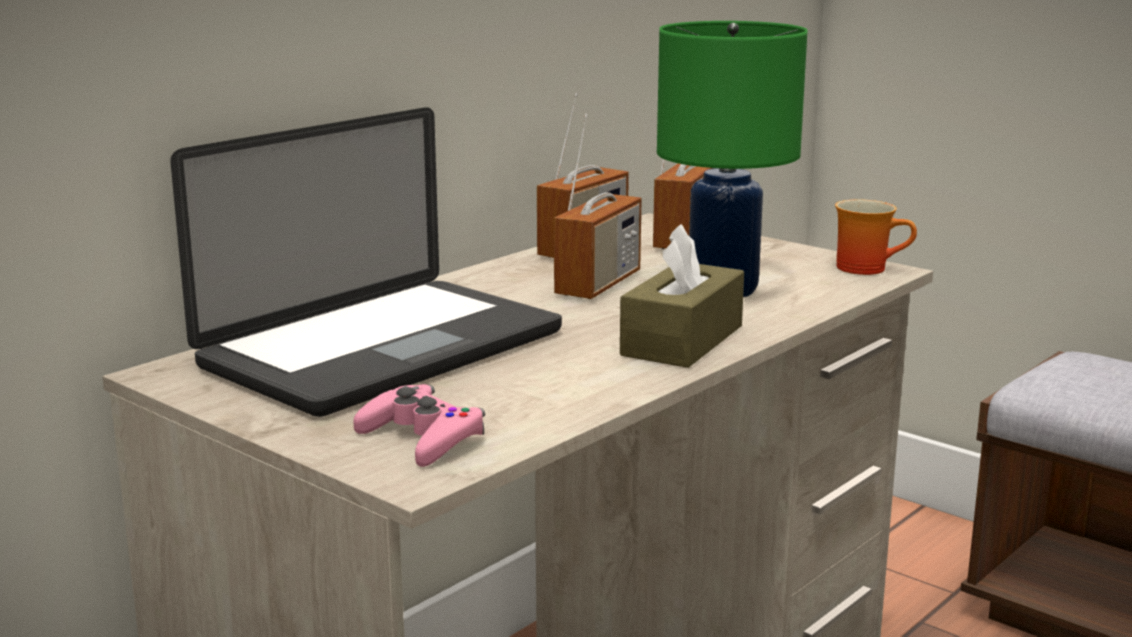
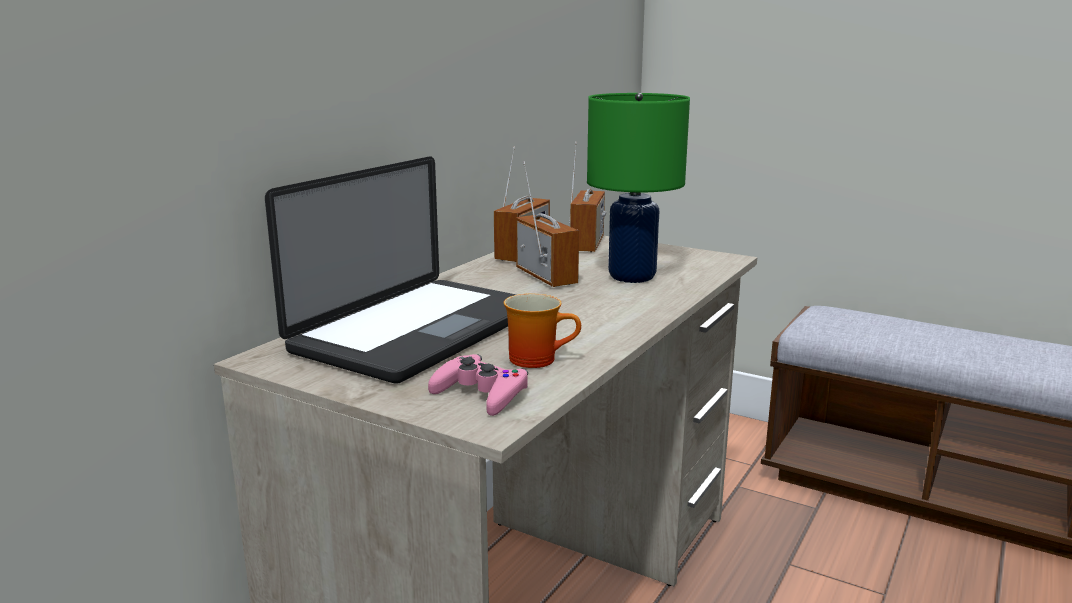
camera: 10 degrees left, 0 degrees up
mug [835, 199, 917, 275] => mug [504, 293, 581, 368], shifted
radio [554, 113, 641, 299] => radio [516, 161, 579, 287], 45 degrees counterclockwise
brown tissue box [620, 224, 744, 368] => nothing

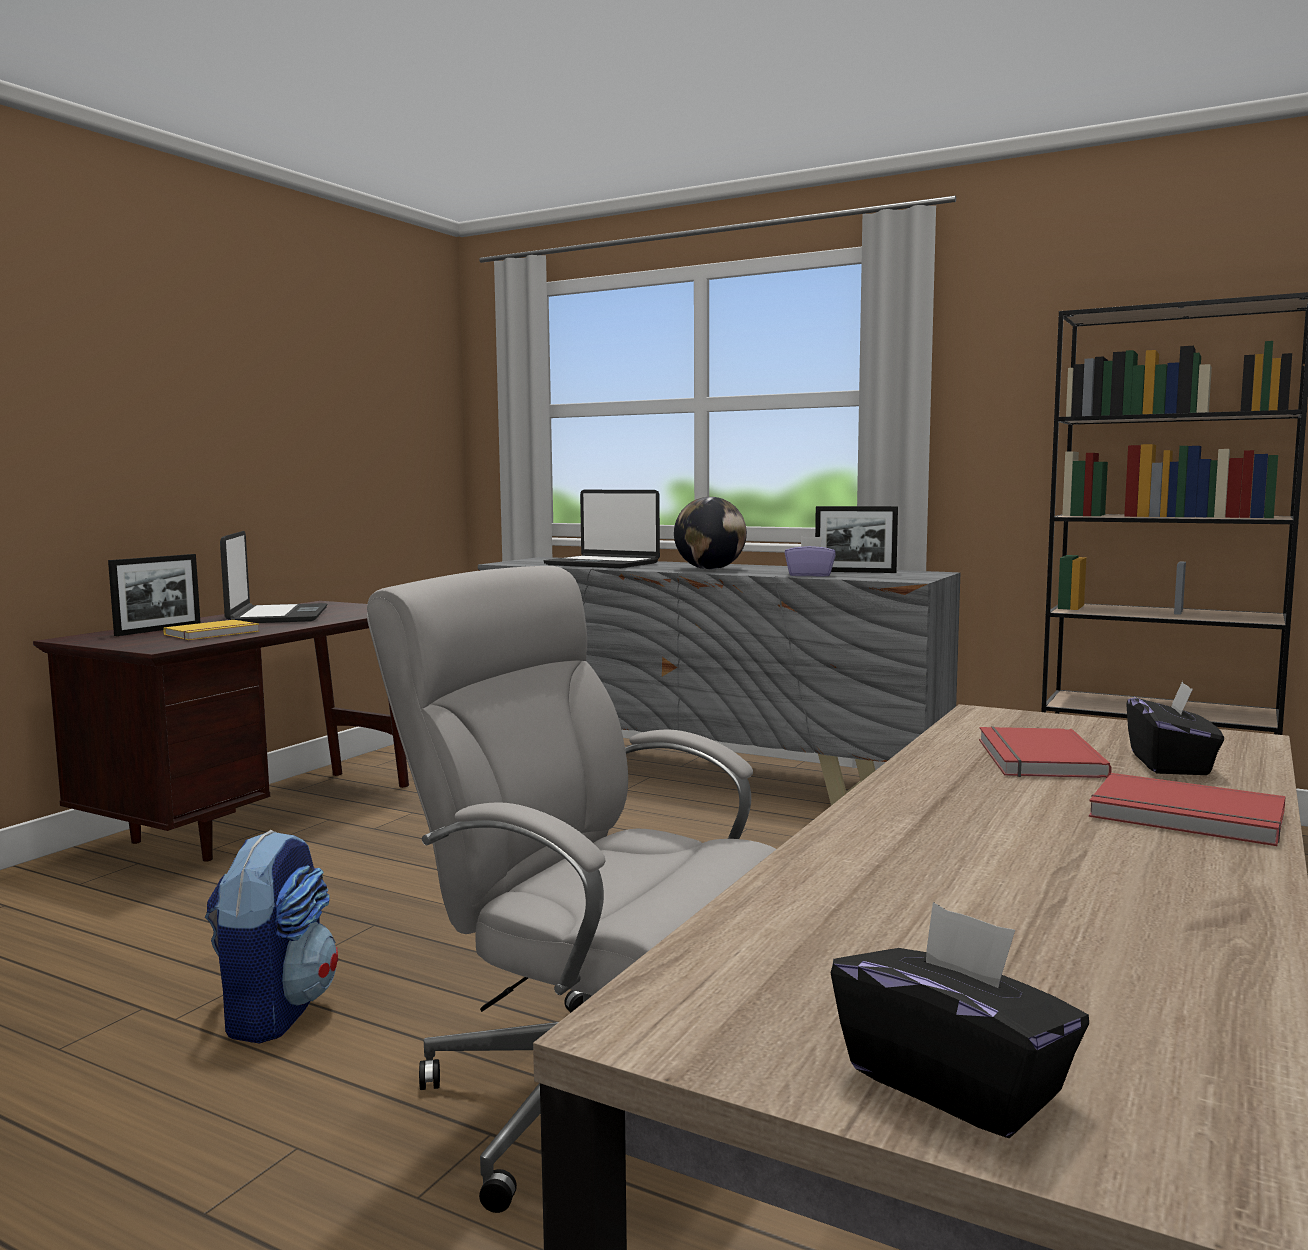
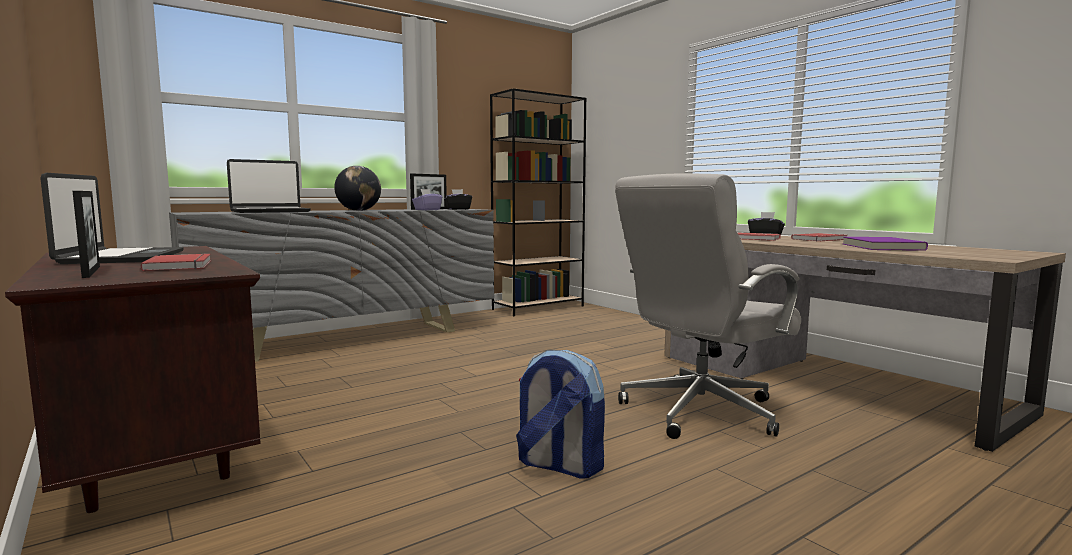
camera: 65 degrees left, 0 degrees up
laptop [220, 531, 327, 623] => laptop [40, 173, 184, 264], 60 degrees clockwise
yellow book [163, 620, 259, 640] => red book [141, 253, 211, 271]
black tissue box [831, 902, 1089, 1138] => black tissue box [444, 189, 472, 210], shifted
nothing => purple book [843, 237, 928, 251]

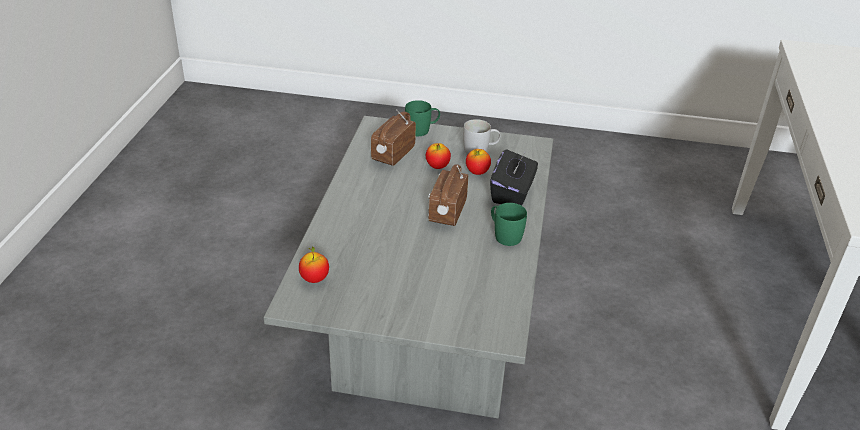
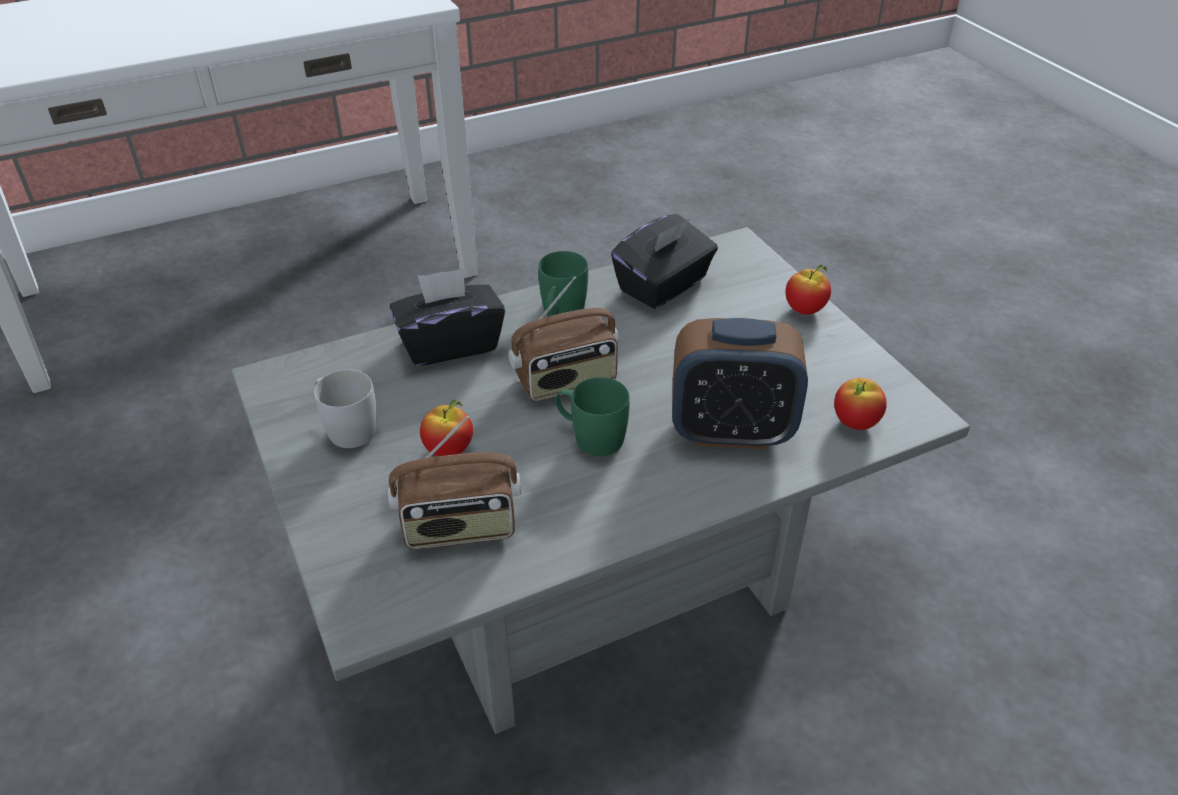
camera: 125 degrees left, 5 degrees up
green mug [405, 100, 440, 136] => green mug [555, 377, 630, 456], shifted
nothing => black tissue box [611, 214, 718, 309]
nothing => alarm clock [672, 318, 808, 449]
apple [466, 149, 491, 175] => apple [786, 265, 831, 315], shifted

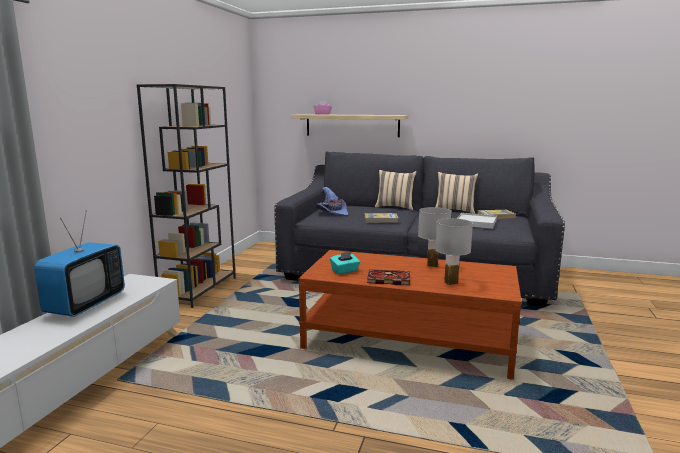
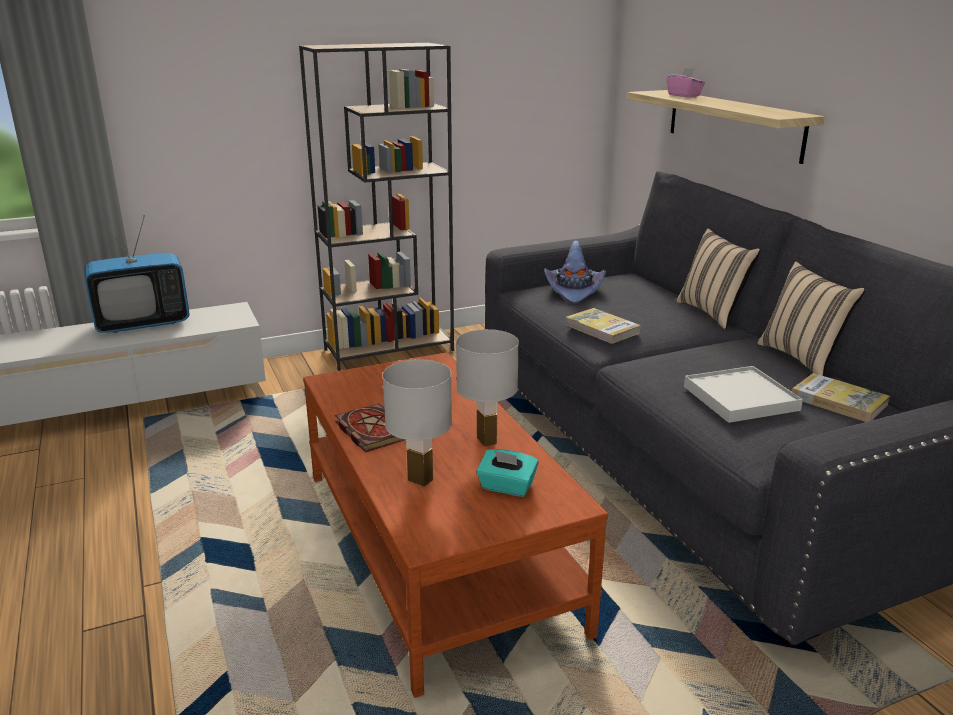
camera: 50 degrees right, 10 degrees up
turquoise tissue box [330, 252, 360, 274] => turquoise tissue box [477, 449, 539, 497], shifted

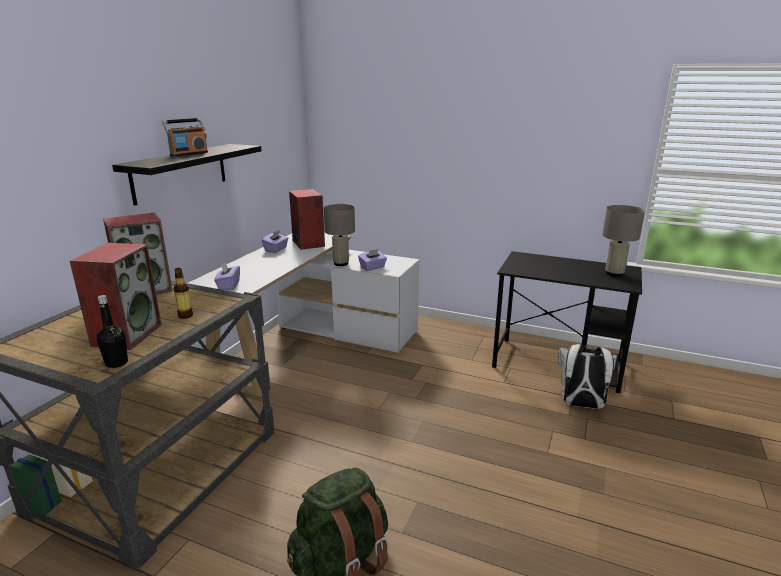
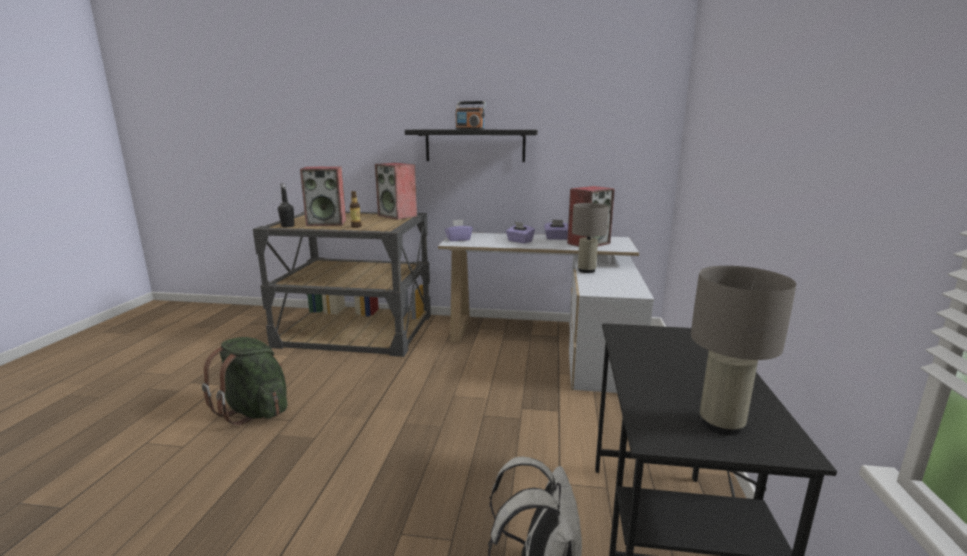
camera: 75 degrees right, 5 degrees down
purple tissue box [358, 249, 387, 271] => purple tissue box [506, 221, 535, 244], shifted

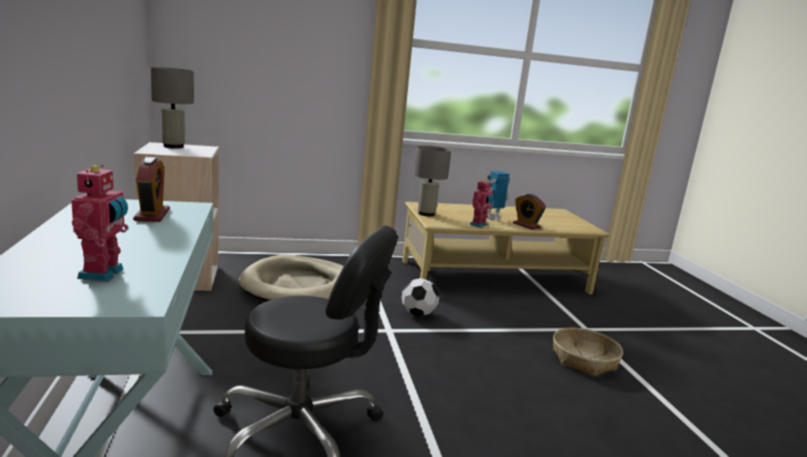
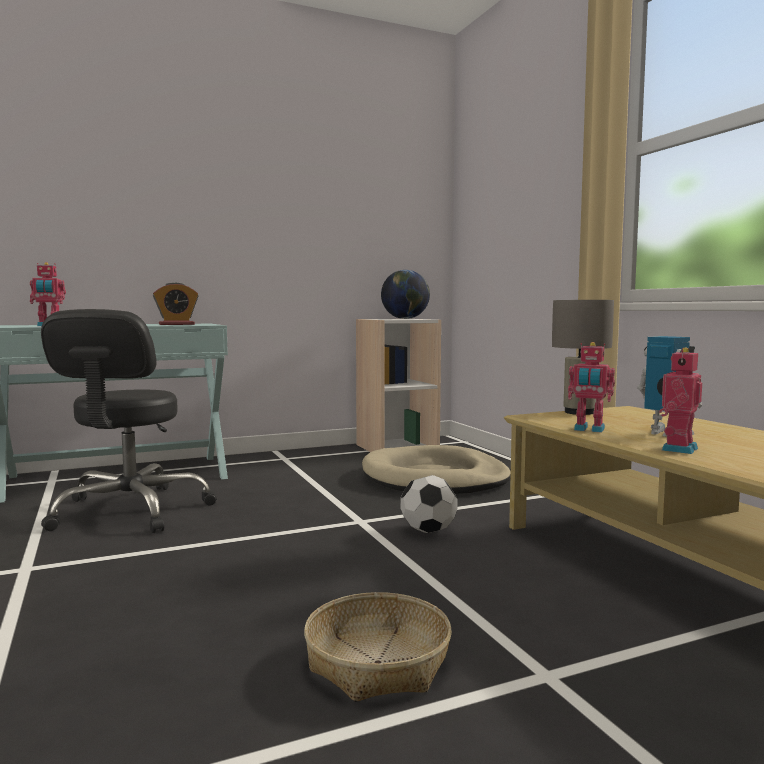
camera: 80 degrees right, 10 degrees down
grey table lamp [151, 67, 194, 149] => globe [381, 270, 430, 319]
alarm clock [513, 194, 546, 230] => toy robot [657, 347, 702, 454]

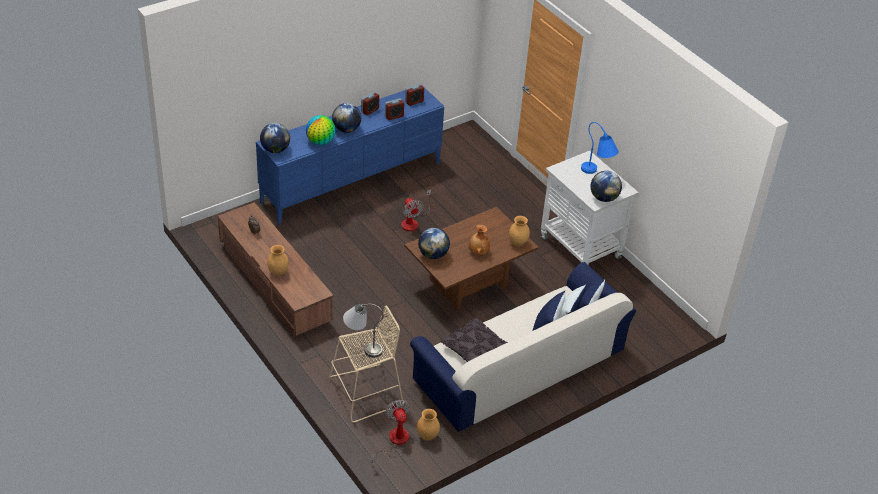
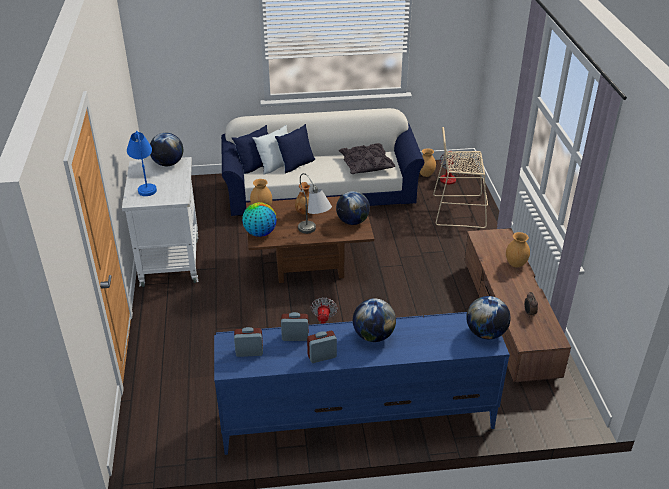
camera: 150 degrees left, 5 degrees down
globe [306, 115, 336, 145] => globe [242, 202, 277, 237], shifted
grey table lamp [343, 304, 383, 358] => grey table lamp [298, 173, 332, 234], shifted

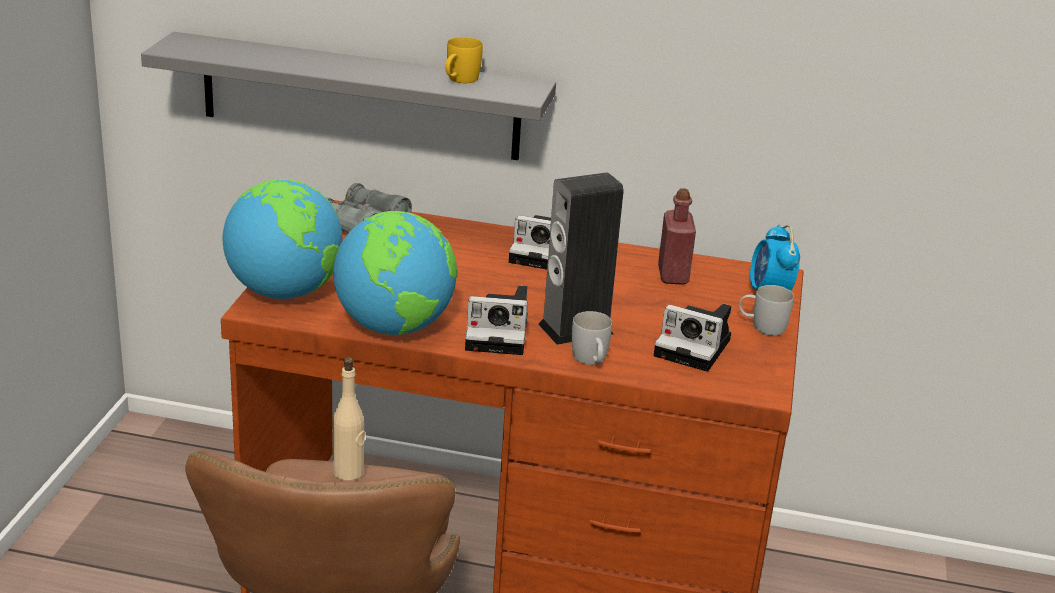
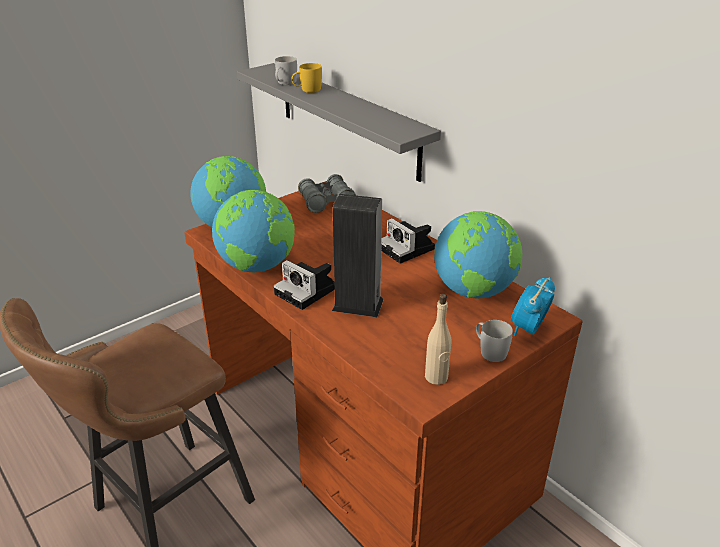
camera: 40 degrees right, 5 degrees up
white mug [572, 311, 612, 365] => white mug [275, 56, 297, 85], shifted
yellow mug [445, 37, 483, 84] => yellow mug [291, 63, 322, 93], shifted
beige bottle [333, 357, 366, 481] => beige bottle [425, 294, 451, 385], shifted
red bottle [658, 188, 696, 285] => globe [434, 211, 522, 298]
photo camera [654, 304, 731, 372] => nothing

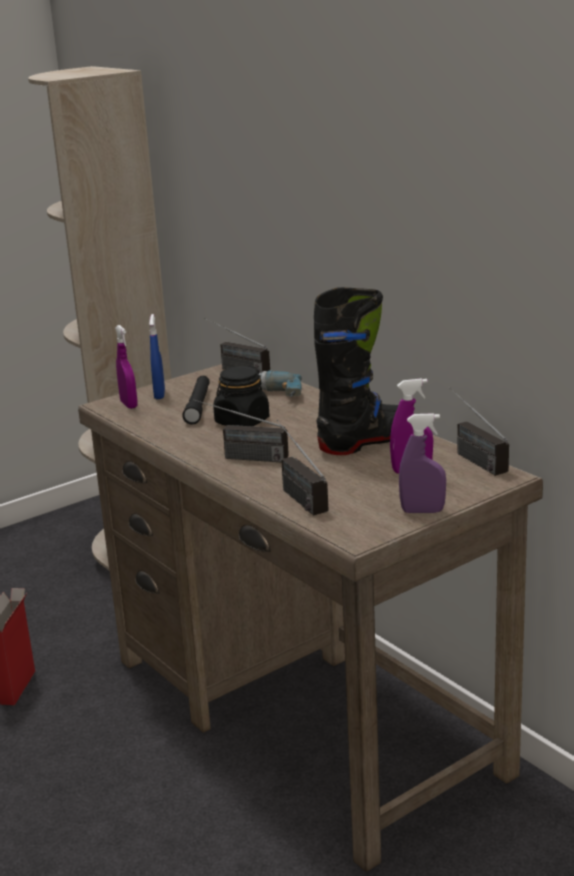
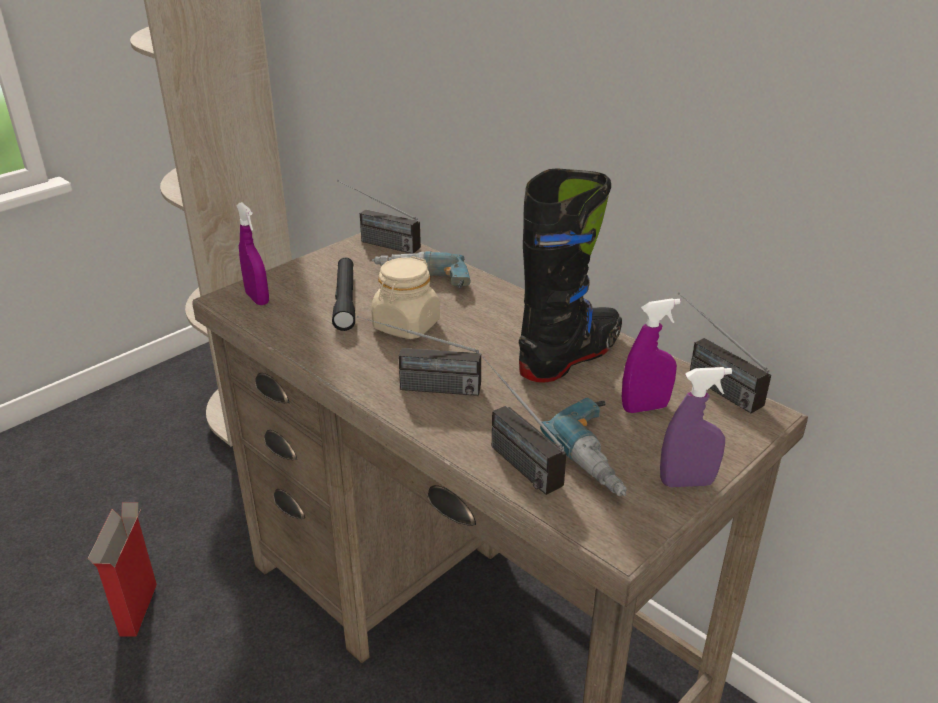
camera: 10 degrees left, 10 degrees up
black jar [213, 366, 270, 426] => beige jar [371, 256, 440, 339]
nothing => power drill [540, 397, 627, 496]
blue spray bottle [149, 314, 165, 399] => nothing

